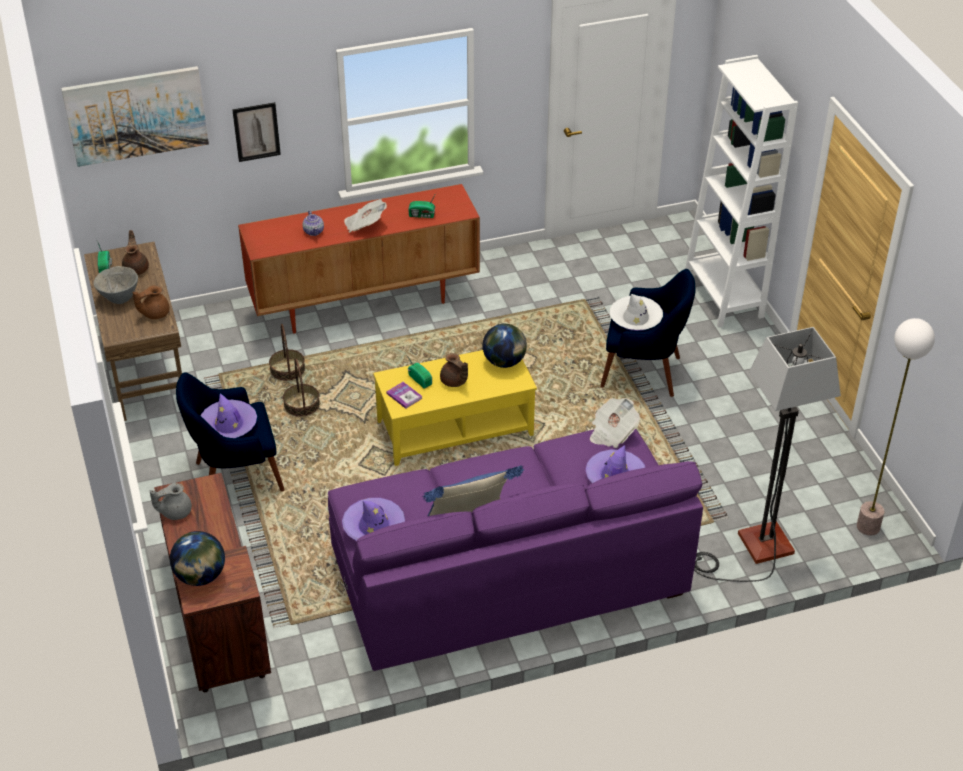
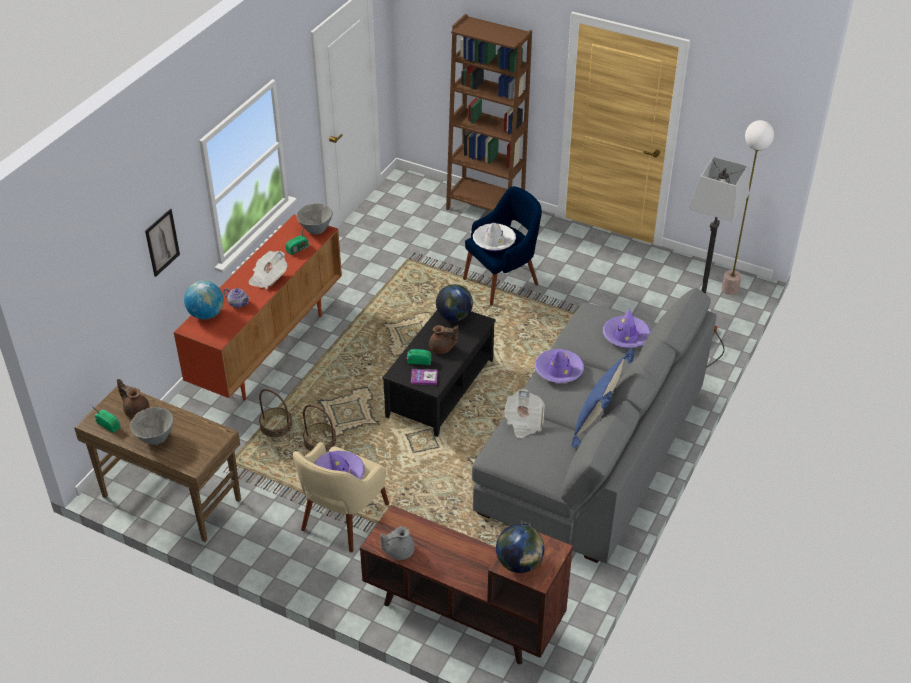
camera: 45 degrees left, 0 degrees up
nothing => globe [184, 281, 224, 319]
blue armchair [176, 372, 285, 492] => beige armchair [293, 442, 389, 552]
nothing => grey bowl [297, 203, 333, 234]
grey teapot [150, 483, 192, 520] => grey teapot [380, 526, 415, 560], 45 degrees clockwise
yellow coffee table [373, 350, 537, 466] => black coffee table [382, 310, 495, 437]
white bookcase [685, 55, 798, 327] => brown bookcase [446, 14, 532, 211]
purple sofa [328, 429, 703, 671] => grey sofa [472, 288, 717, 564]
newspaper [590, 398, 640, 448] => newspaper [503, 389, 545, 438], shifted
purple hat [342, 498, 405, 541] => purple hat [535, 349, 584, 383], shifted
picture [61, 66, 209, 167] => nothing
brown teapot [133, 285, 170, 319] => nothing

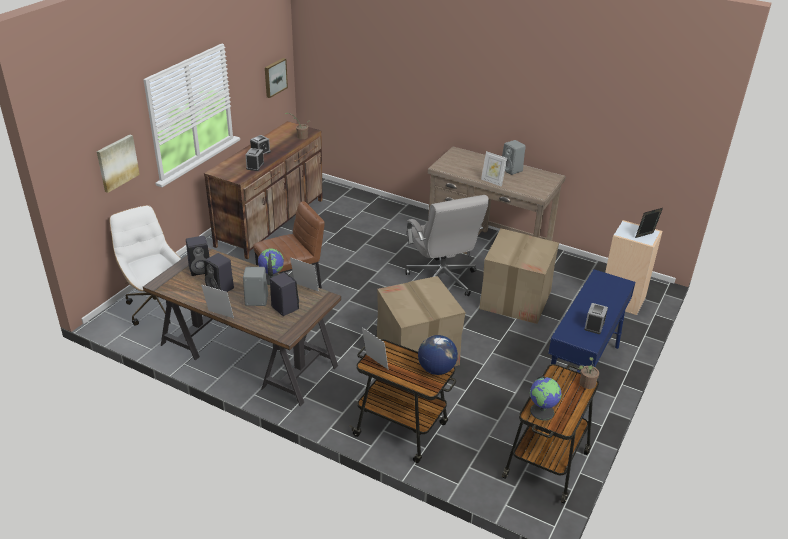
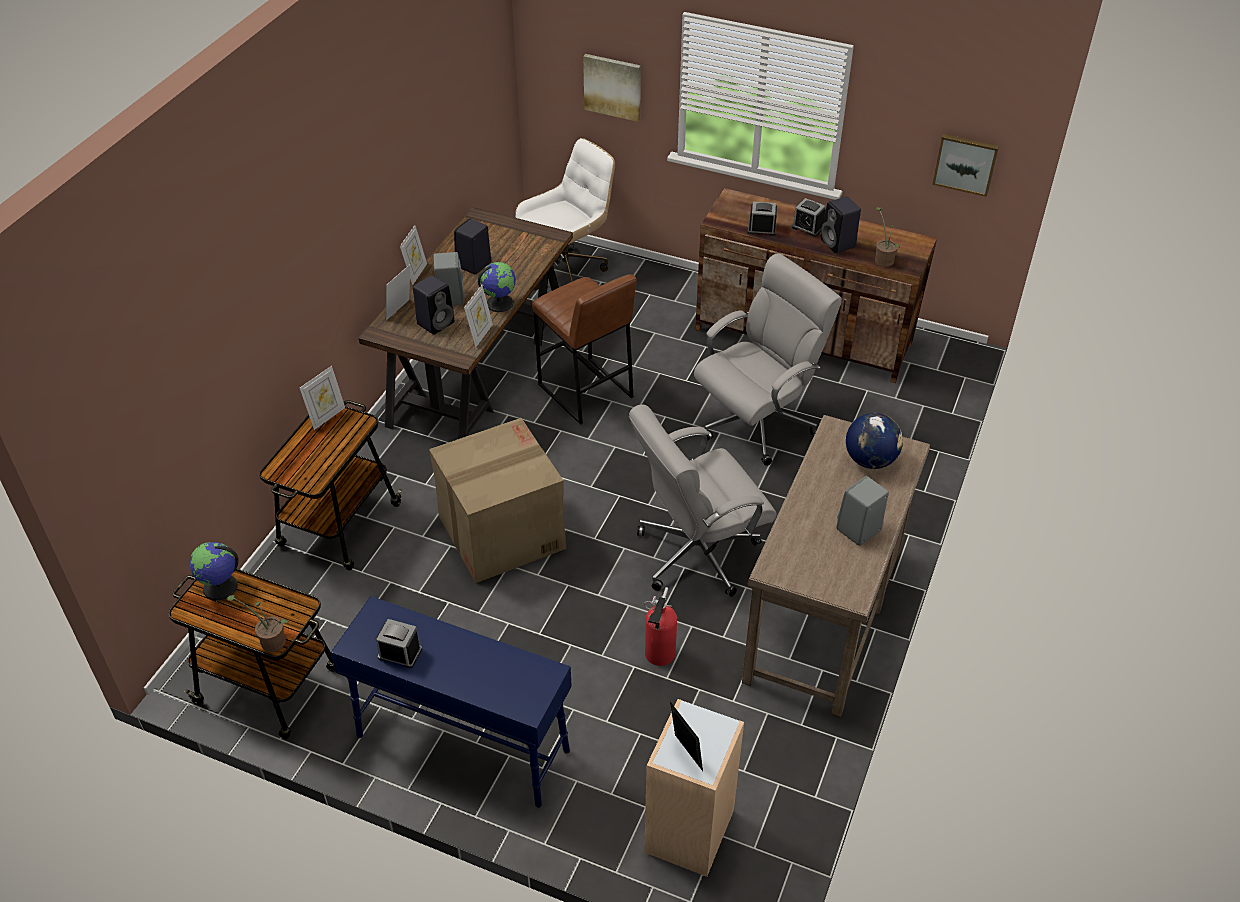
camera: 85 degrees right, 10 degrees up
picture frame [481, 151, 507, 187] => picture frame [386, 264, 410, 321], shifted
cardboard box [479, 228, 559, 324] => fire extinguisher [644, 587, 677, 666]
nothing => grey office chair [694, 254, 842, 466]
black speaker [186, 236, 210, 276] => black speaker [821, 196, 861, 253], shifted
globe [418, 335, 458, 375] => globe [846, 413, 903, 469], shifted

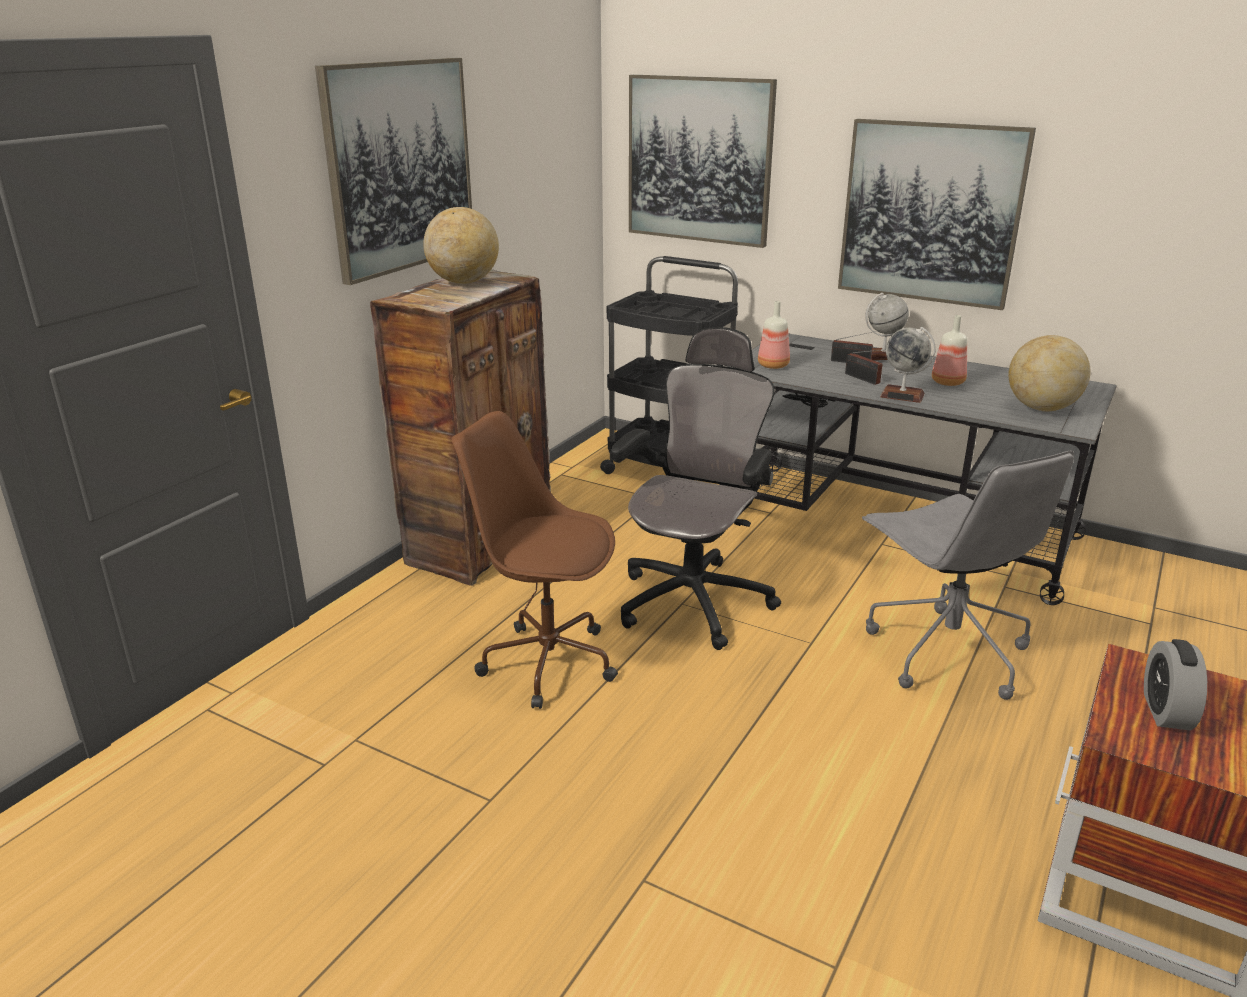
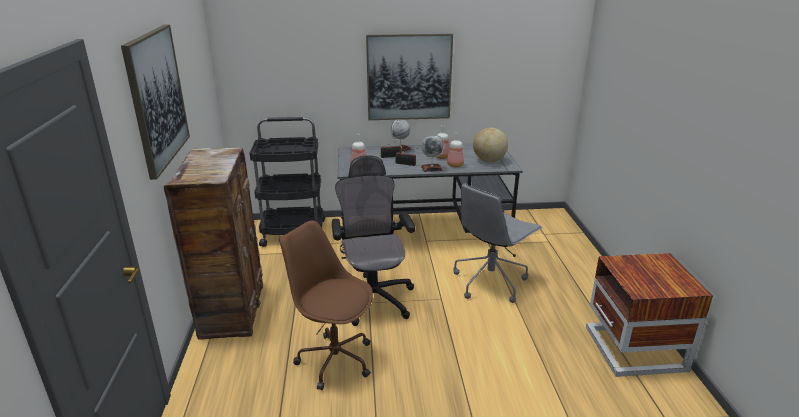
camera: 35 degrees left, 0 degrees up
brown office chair [452, 411, 618, 709] => brown office chair [279, 221, 373, 390], 45 degrees clockwise
nothing => bottle [447, 132, 464, 167]
grey office chair [862, 451, 1074, 700] => grey office chair [453, 183, 543, 303], 105 degrees clockwise
globe [423, 207, 499, 284] => nothing
picture [629, 75, 777, 248] => nothing
alarm clock [1144, 639, 1207, 730] => nothing

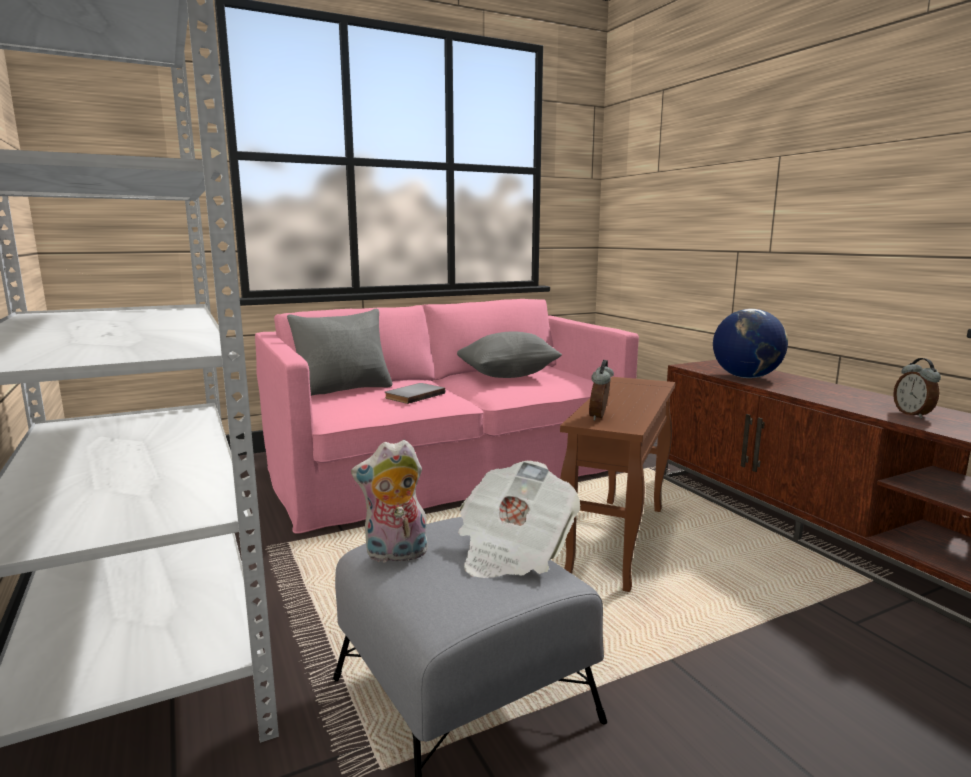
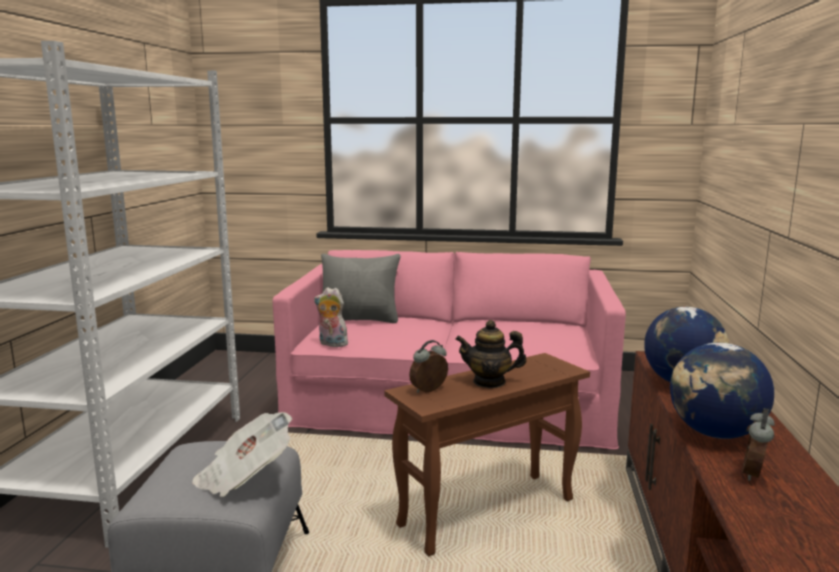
camera: 35 degrees right, 0 degrees up
plush toy [351, 440, 428, 564] => plush toy [314, 287, 348, 347], shifted
nothing => teapot [455, 320, 527, 388]
nothing => globe [670, 343, 774, 439]
grey book [385, 383, 445, 404] => nothing
grey pillow [457, 331, 562, 378] => nothing

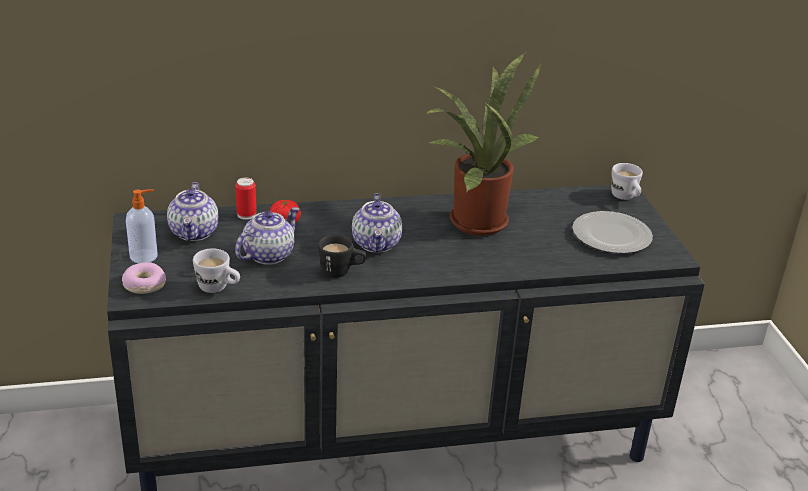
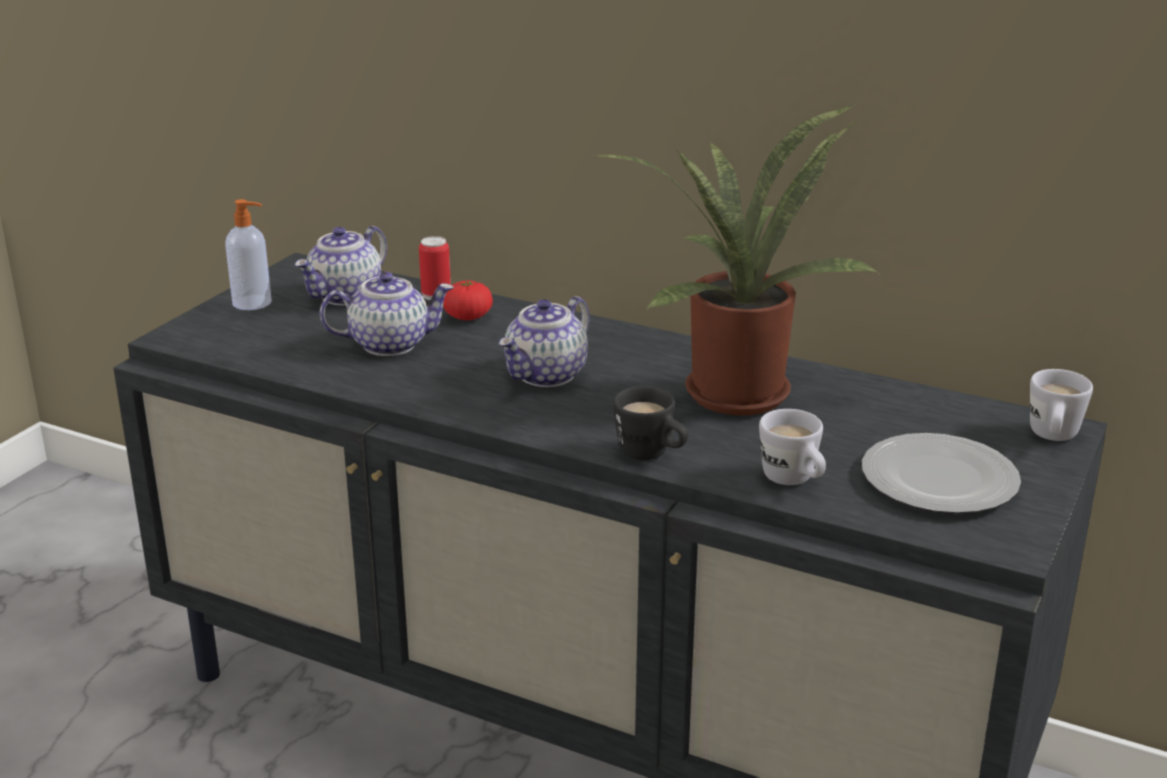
camera: 40 degrees right, 5 degrees down
black mug [318, 235, 367, 278] => black mug [613, 386, 688, 460], shifted
white mug [193, 249, 240, 293] => white mug [759, 409, 826, 485], shifted
donut [122, 262, 166, 294] => nothing

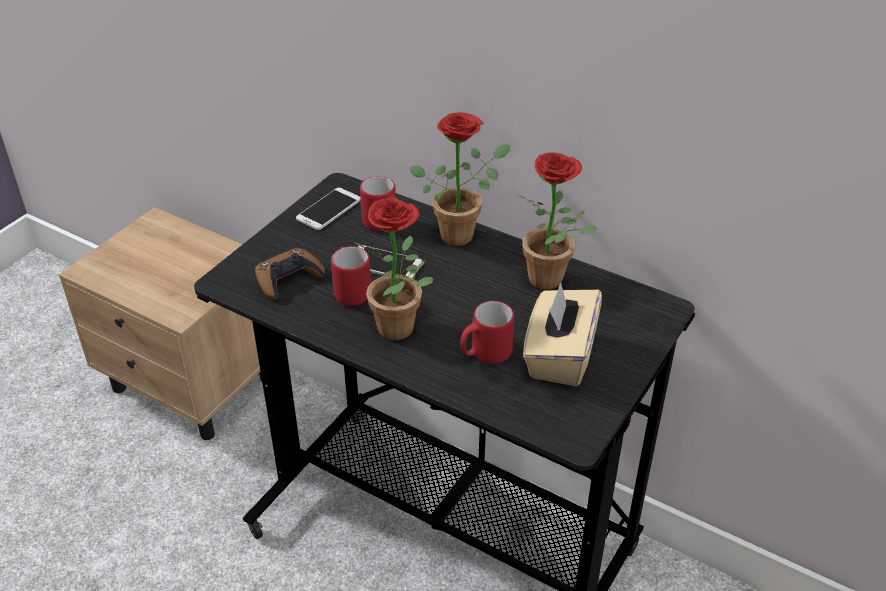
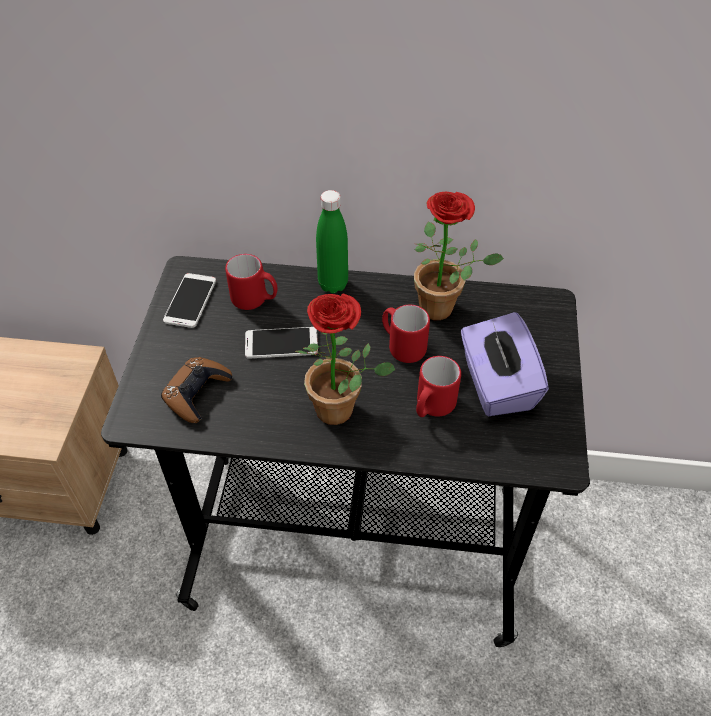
camera: 25 degrees left, 10 degrees up
potted plant [410, 112, 510, 246] => green bottle [316, 190, 348, 293]
red mug [331, 246, 371, 306] => red mug [382, 305, 430, 363], shifted
beige tissue box [523, 282, 602, 386] => purple tissue box [461, 312, 549, 416]

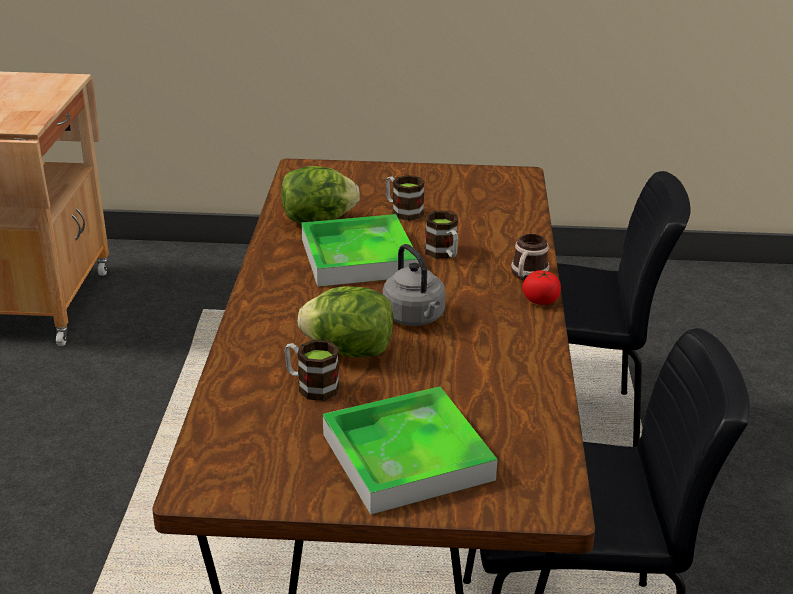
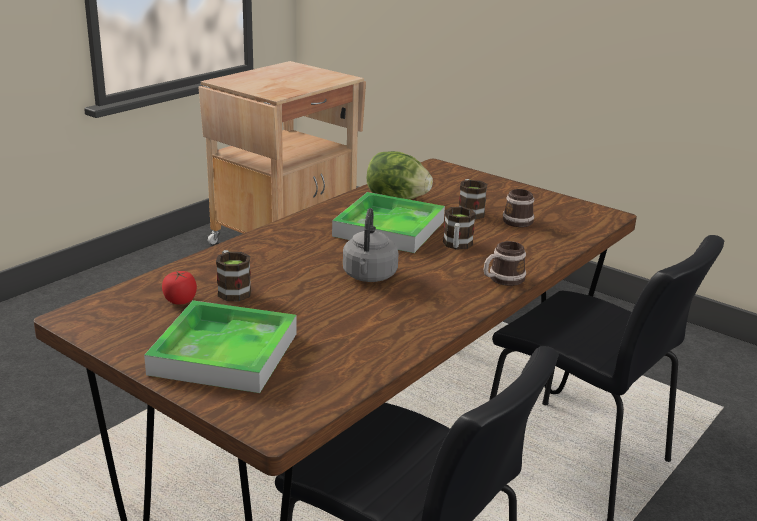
camera: 35 degrees right, 5 degrees down
tomato [522, 270, 561, 305] => tomato [162, 271, 197, 305], shifted
nothing => mug [503, 189, 534, 227]
lettuce [298, 286, 393, 357] => nothing

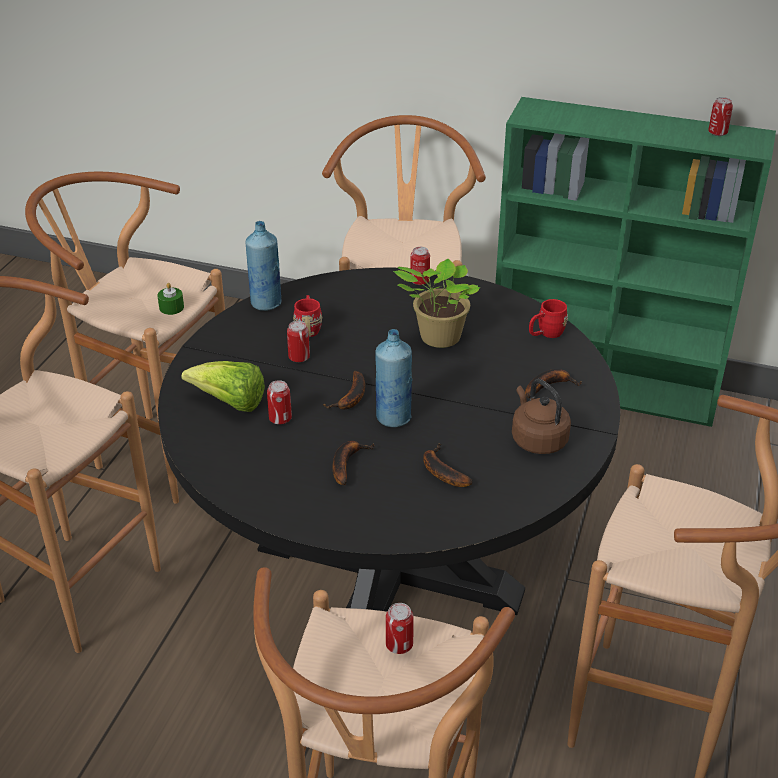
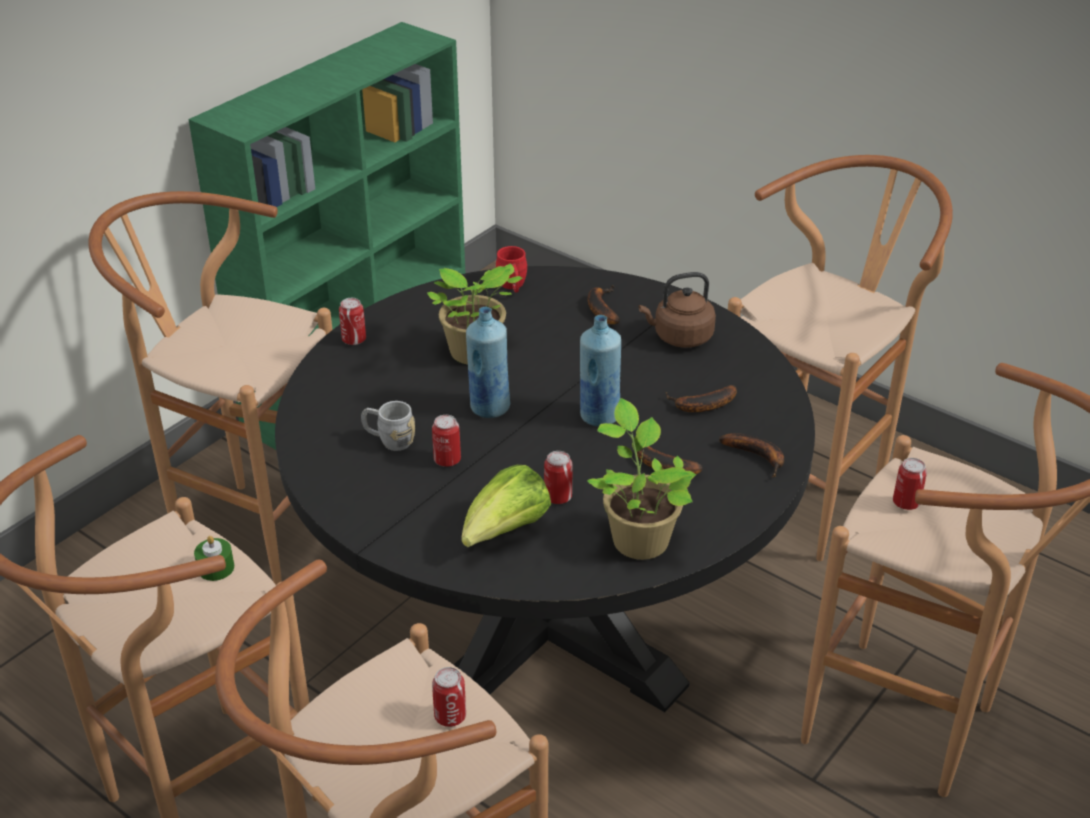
camera: 70 degrees left, 0 degrees up
red mug [293, 295, 322, 337] => grey mug [361, 401, 415, 451]
can [708, 97, 733, 136] => can [432, 667, 466, 727], shifted
blue bottle [245, 221, 282, 311] => blue bottle [466, 307, 510, 418], shifted
nothing => potted plant [587, 398, 696, 560]
banana [323, 371, 365, 409] => banana [719, 433, 784, 478], shifted

